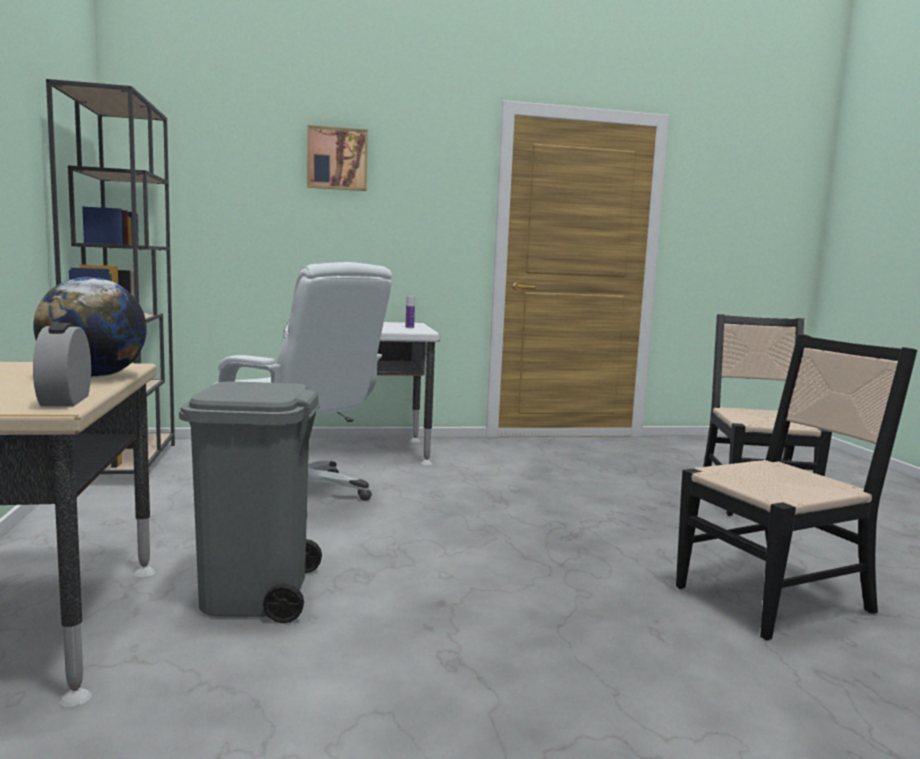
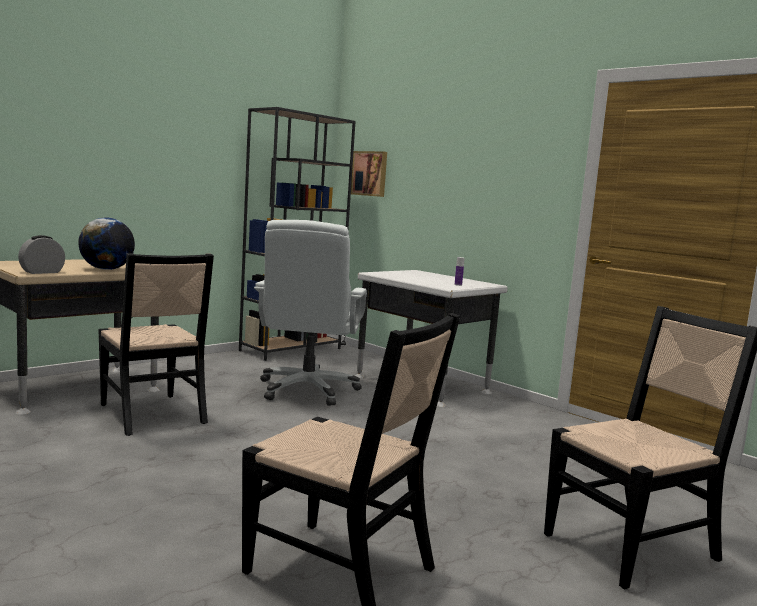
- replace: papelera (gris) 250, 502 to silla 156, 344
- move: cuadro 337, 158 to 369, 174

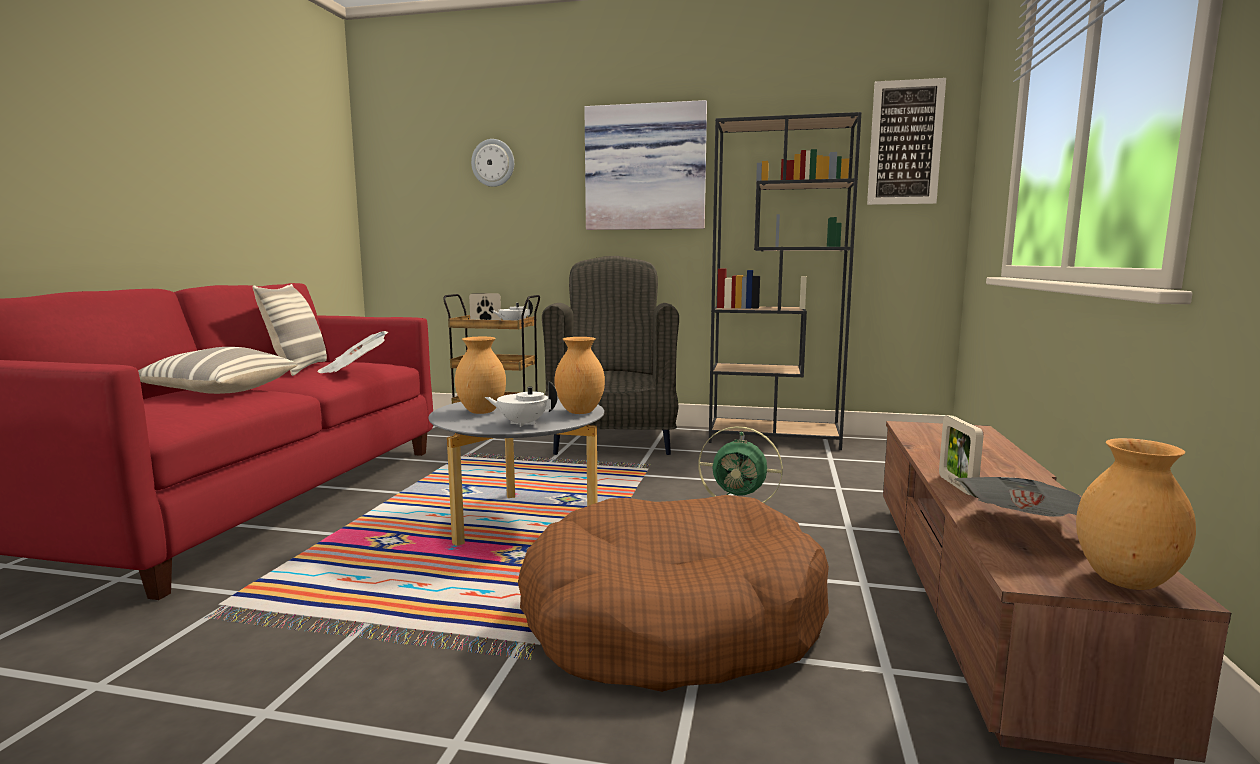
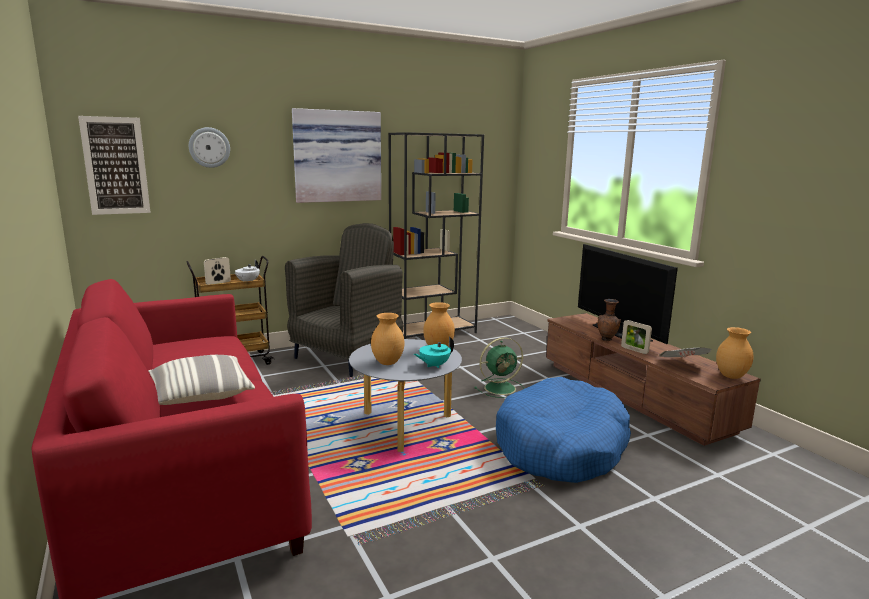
- move: cuadro 906, 141 to 114, 165
- rotate: sillón (gris) 610, 355 = 344, 300 75 degrees clockwise
- recolor: tetera (blanco) 521, 404 to tetera (turquesa) 434, 352
- recolor: cama para perro (marrón) 673, 593 to cama para perro (azul) 563, 430
- insert: televisor 628, 294
- insert: florero (marrón) 609, 320
- delete: cojín 289, 330
- delete: periódico 352, 352

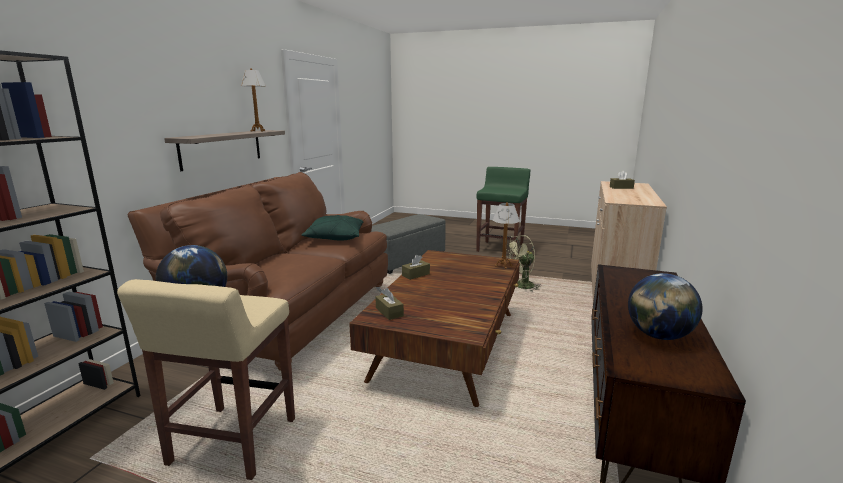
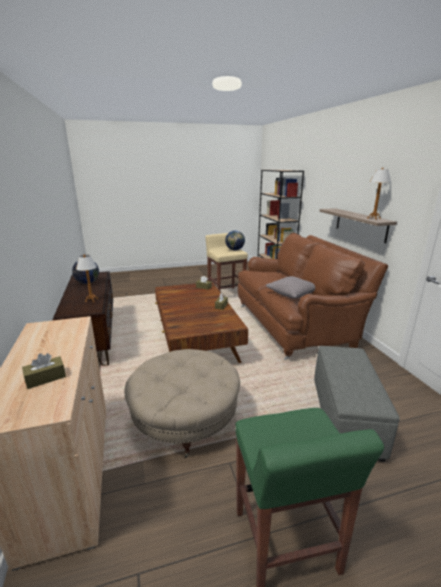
- move: lámpara de mesa 506, 235 to 87, 278
- replace: ventilador (verde) 523, 263 to puf (beis) 182, 403
- recolor: cojín (verde) 332, 228 to cojín (gris) 290, 287

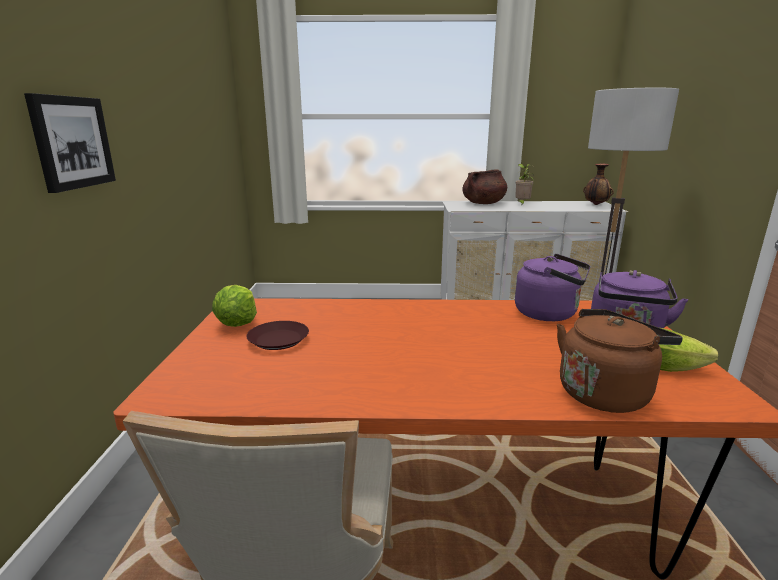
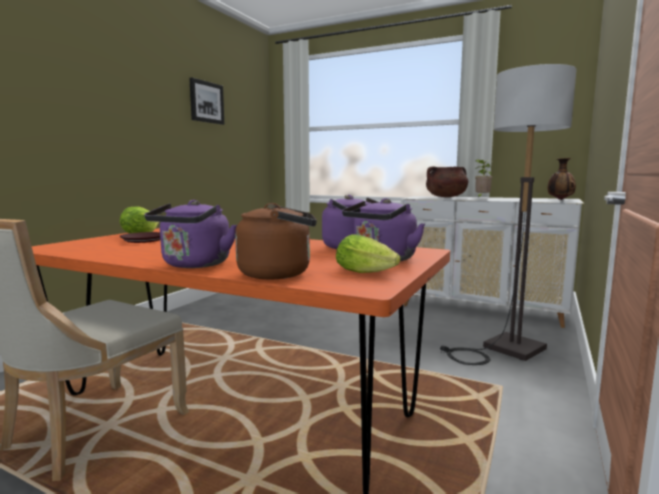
- insert: hervidor (morado) 190, 234
- move: cuadro 70, 143 to 206, 101

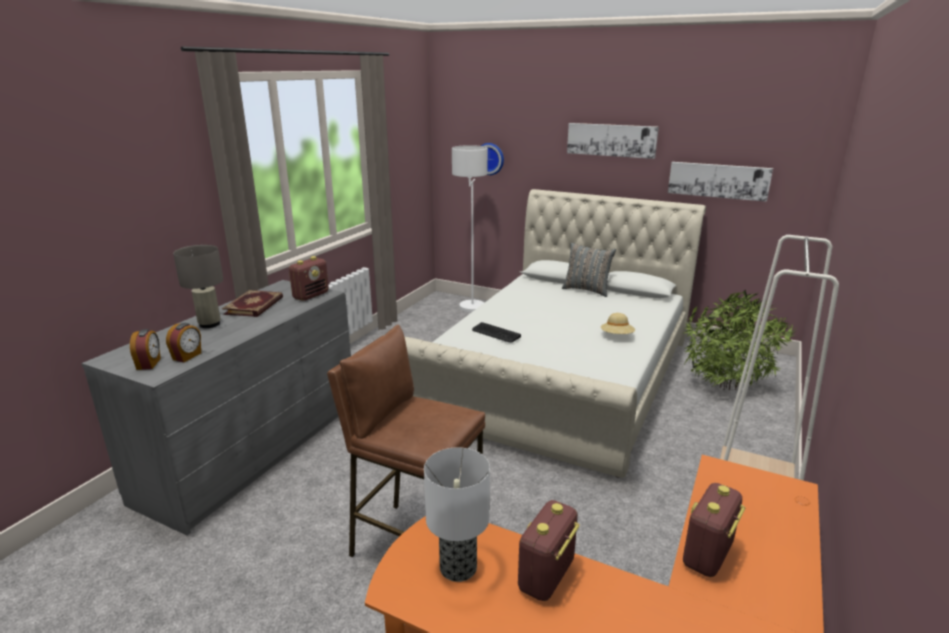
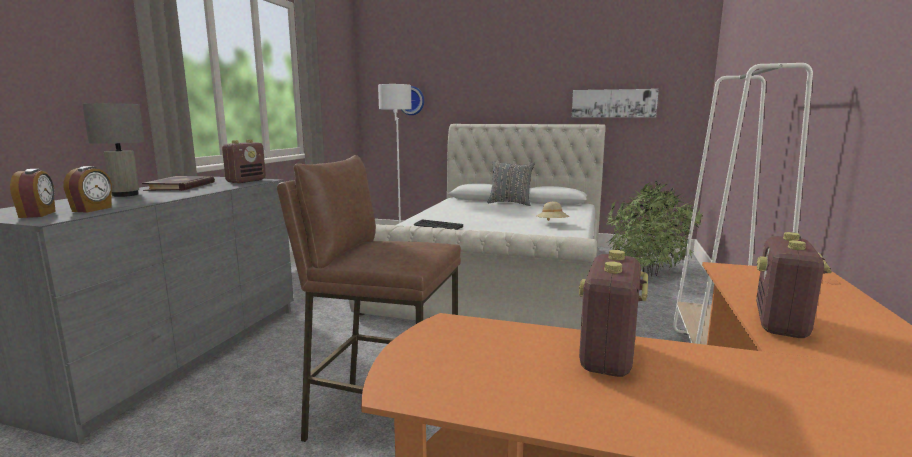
- delete: lámpara de mesa 457, 514
- delete: cuadro 613, 141

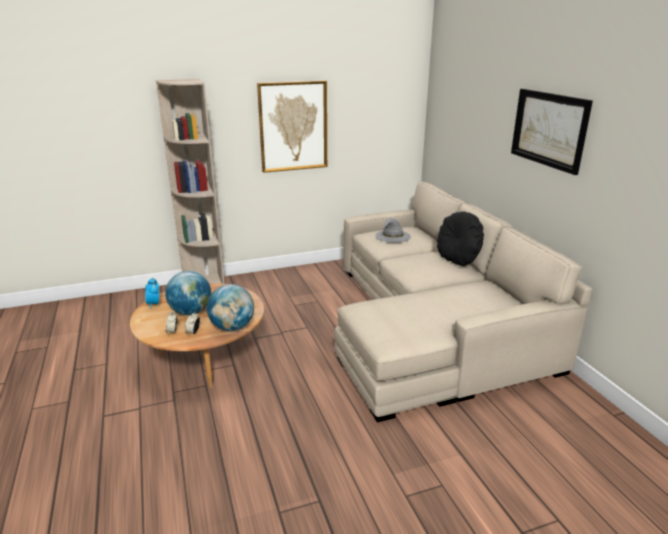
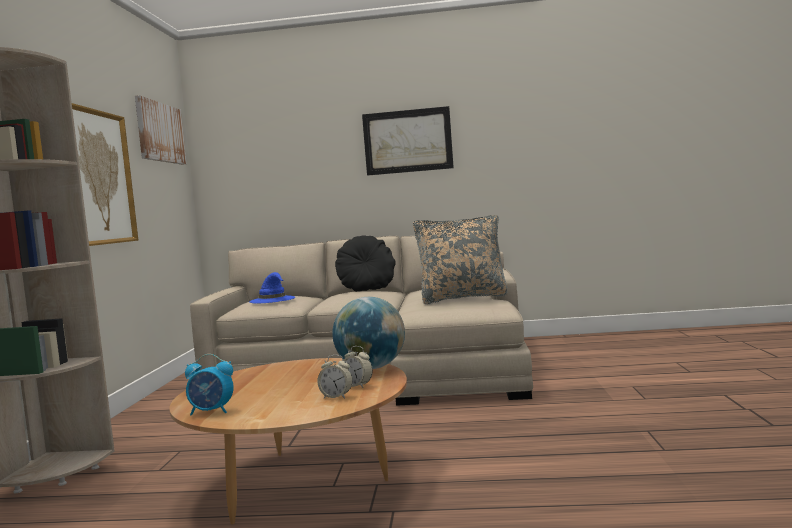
- insert: cuadro 161, 130
- recolor: sombrero (gris) 393, 230 to sombrero (azul) 272, 288
- insert: cojín (gris) 460, 260
- delete: globo terráqueo 188, 293

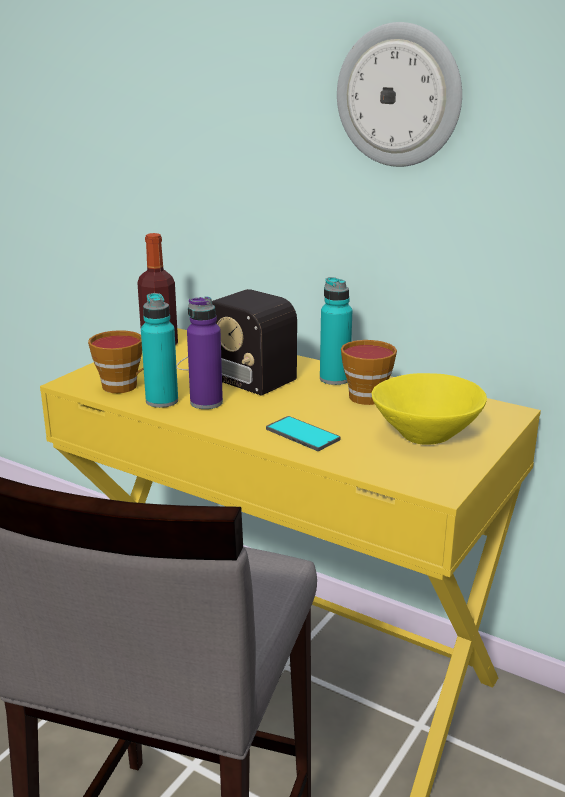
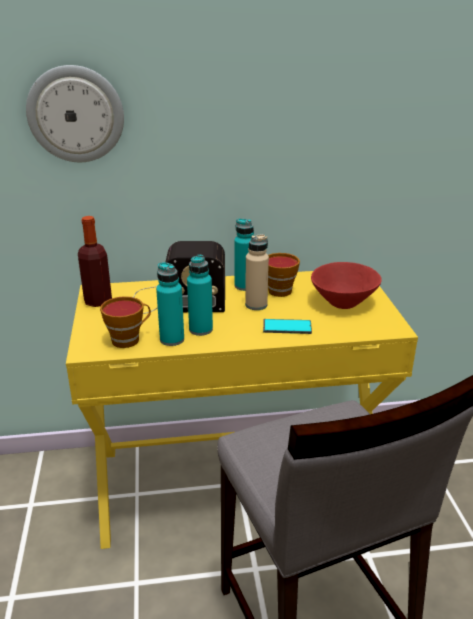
- move: reloj de pared 399, 94 to 75, 113
- recolor: botella (morado) 205, 352 to botella (turquesa) 200, 295
- insert: botella (beis) 257, 272
- recolor: cuenco (amarillo) 429, 409 to cuenco (rojo) 346, 285

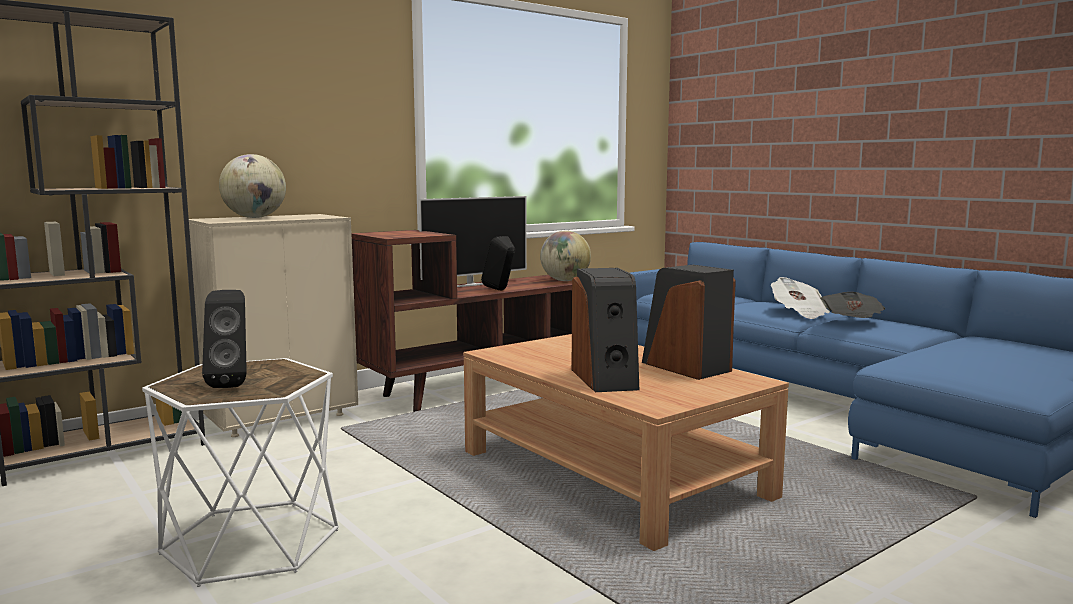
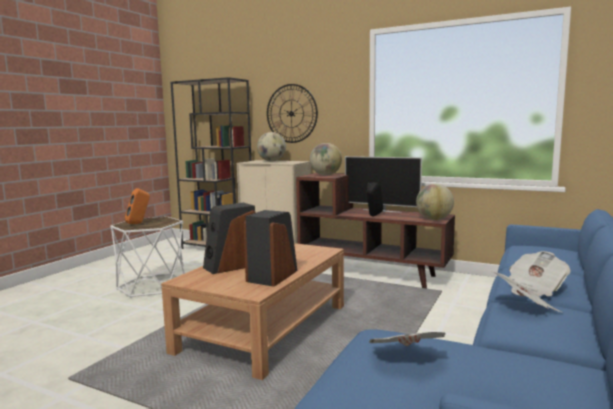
- recolor: altavoz (negro) 224, 339 to altavoz (naranja) 137, 206
- insert: reloj de pared 292, 113
- insert: globo terráqueo 326, 159
- insert: periódico 407, 339

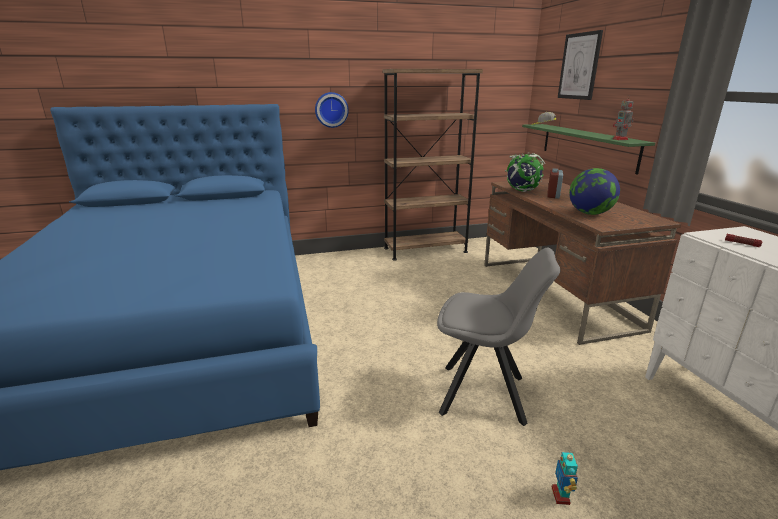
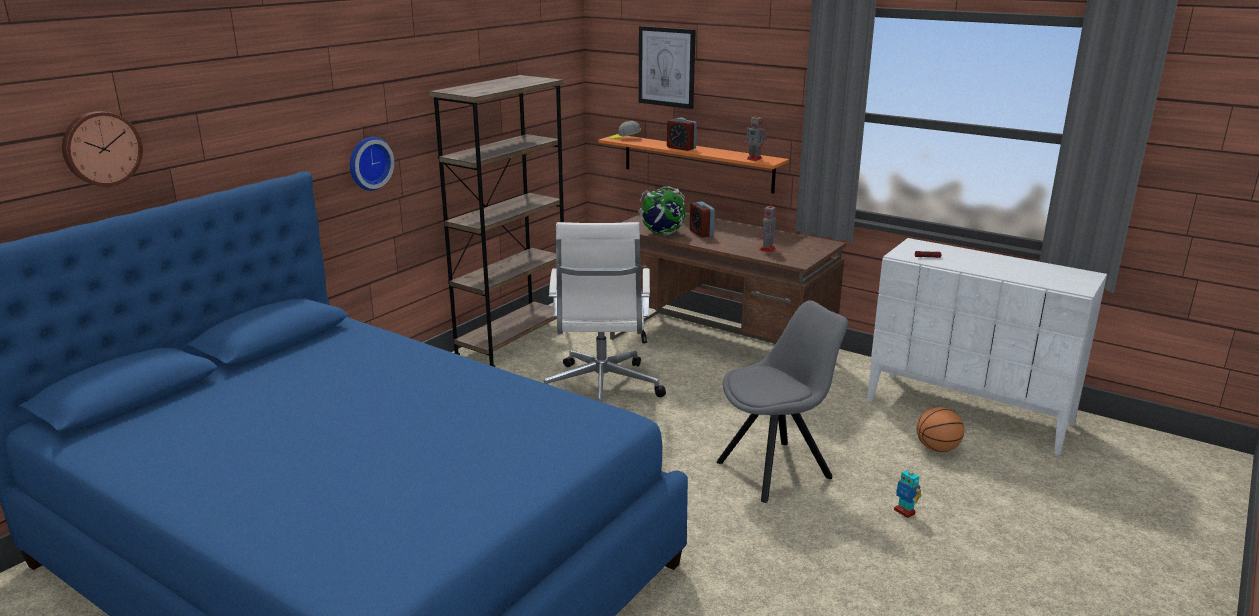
- insert: reloj de pared 102, 148
- insert: silla de oficina (blanco) 605, 312
- recolor: estante (verde) 588, 149 to estante (naranja) 693, 165
- insert: despertador 682, 134
- replace: globo terráqueo 594, 191 to robot de juguete 767, 226
- insert: balón de baloncesto 940, 429

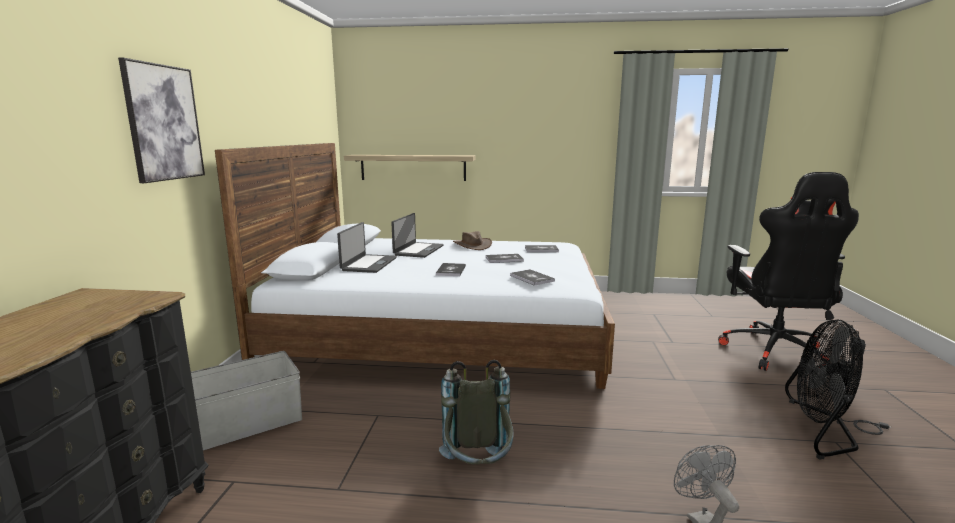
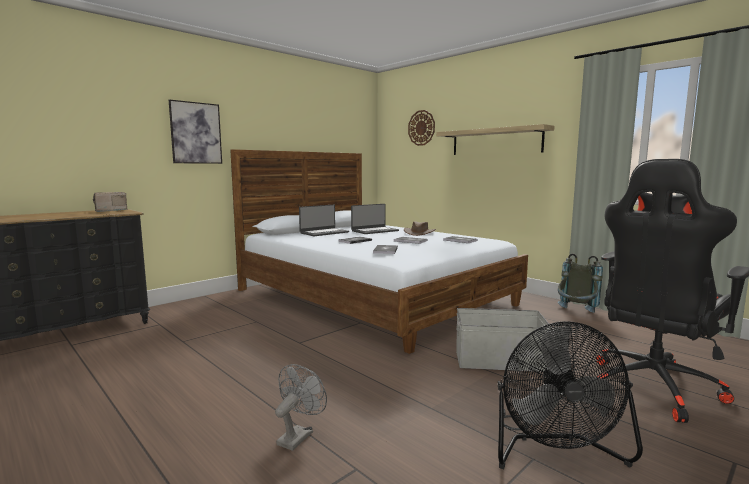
- insert: radio 110, 202
- insert: reloj de pared 421, 128
- move: estante 409, 168 to 495, 139
- move: caja de almacenaje (gris) 246, 400 to 503, 340
- rotate: ventilador (negro) 838, 390 = 570, 395 150 degrees counterclockwise
- move: mochila (gris) 476, 412 to 580, 283

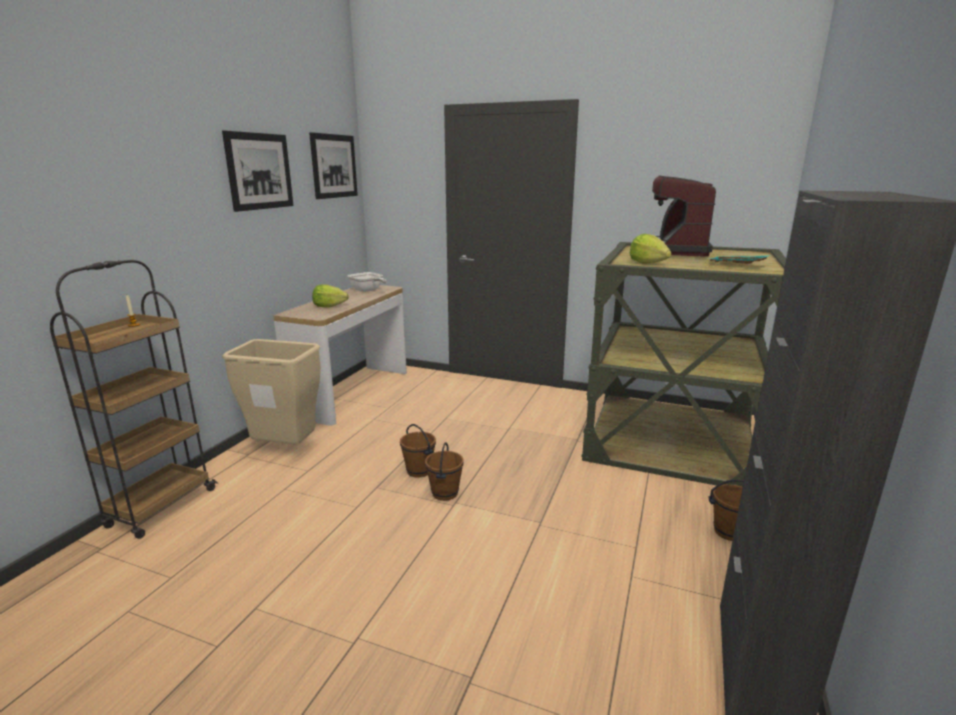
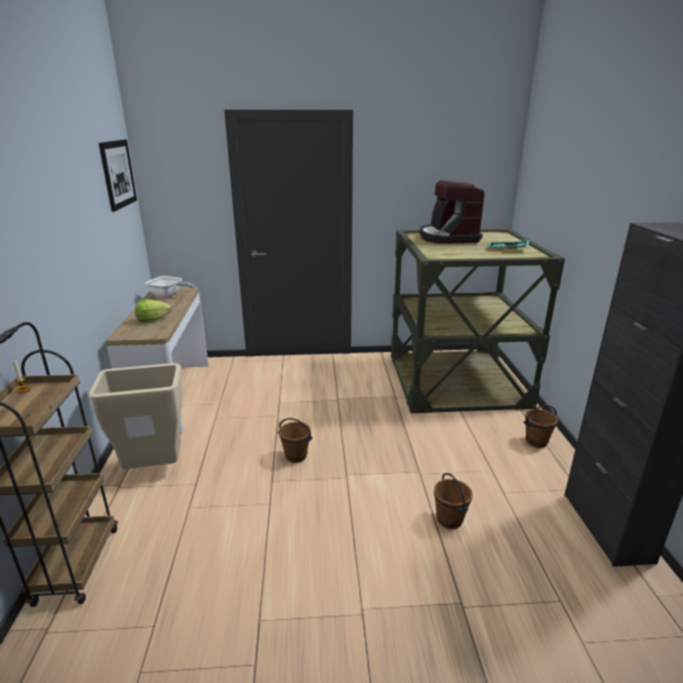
- move: cubo (marrón) 444, 471 to 453, 501
- delete: cuadro 258, 171
- delete: lechuga 651, 249

